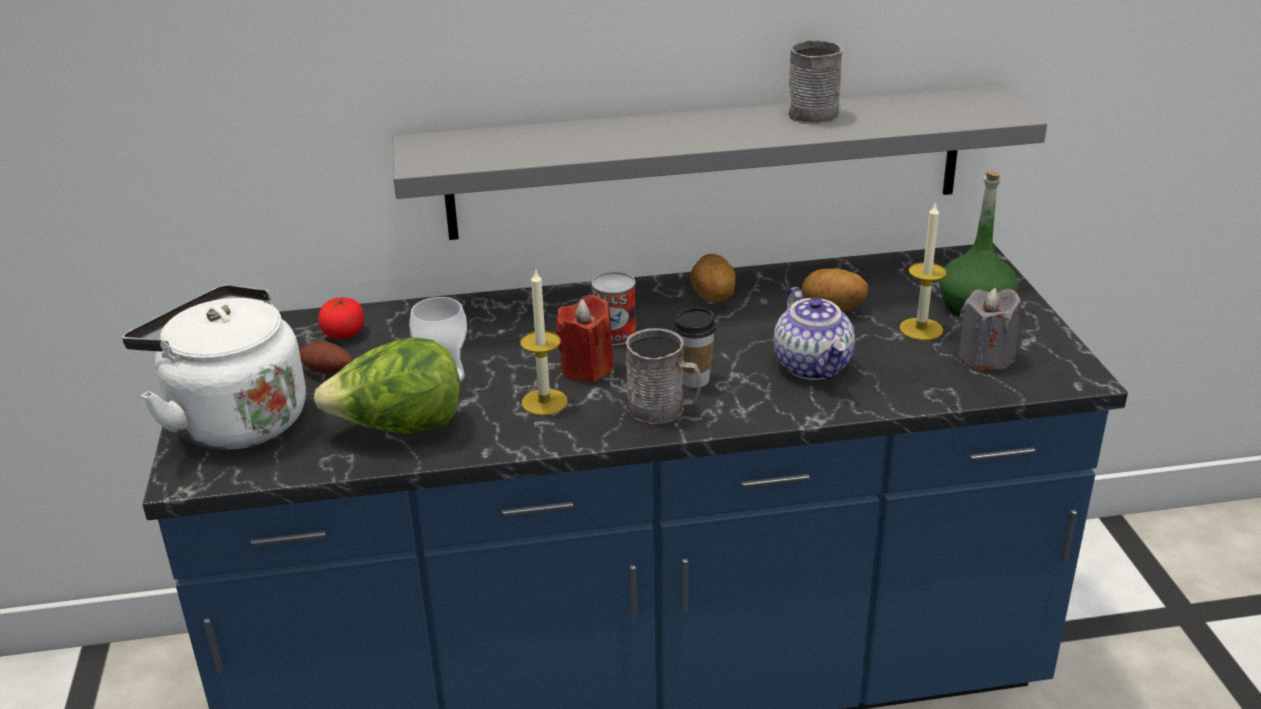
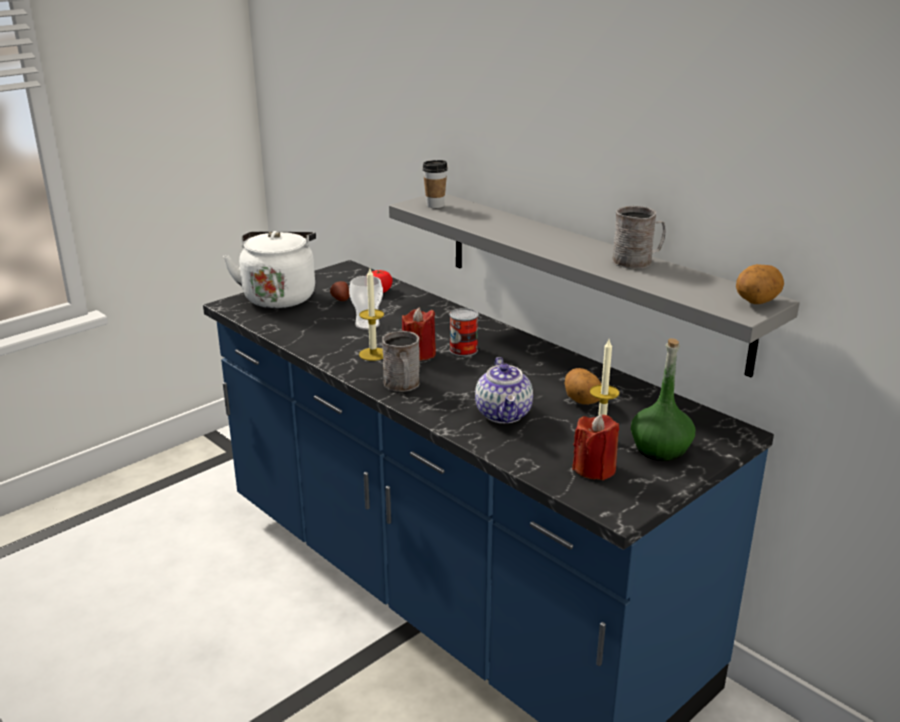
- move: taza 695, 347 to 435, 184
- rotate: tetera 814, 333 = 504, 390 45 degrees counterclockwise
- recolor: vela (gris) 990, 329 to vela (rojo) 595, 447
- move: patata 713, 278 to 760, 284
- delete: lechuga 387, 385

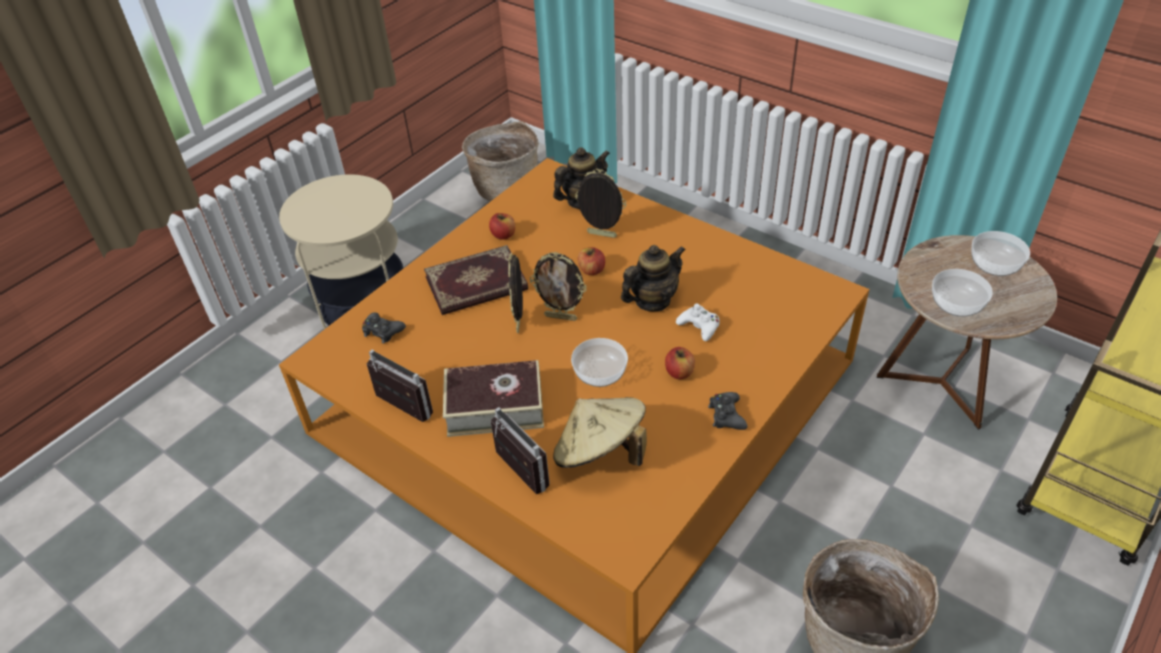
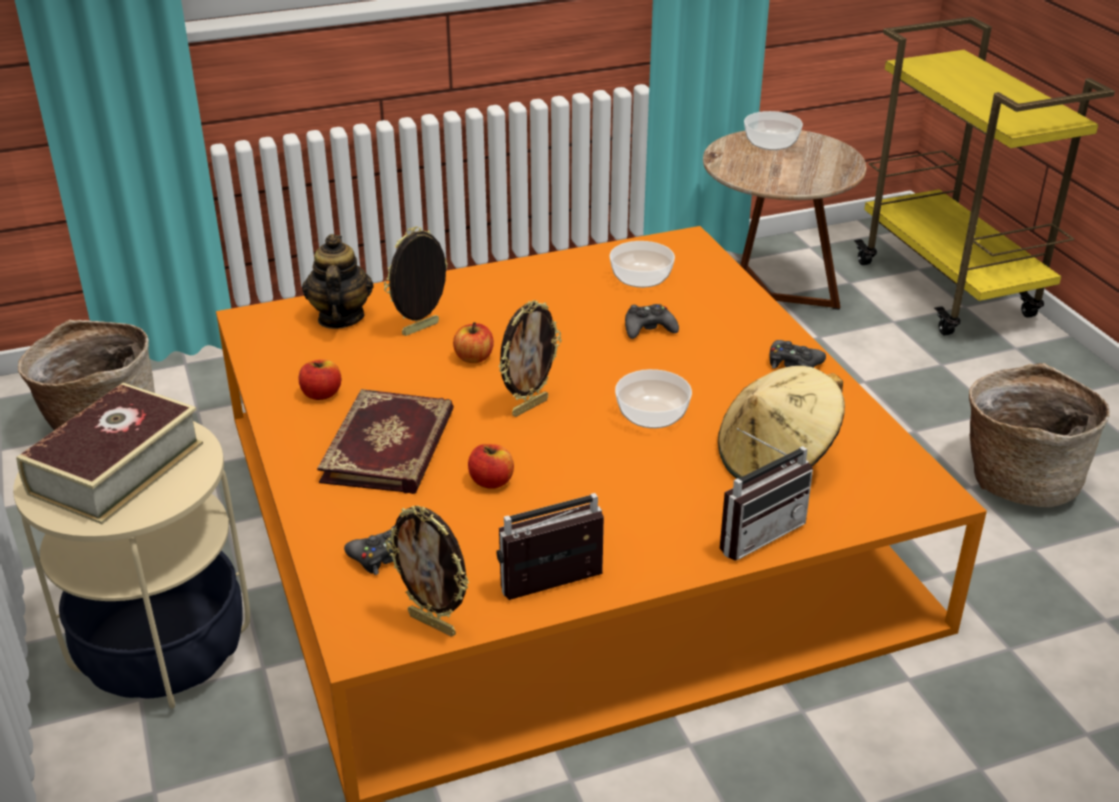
- move: libro 493, 398 to 109, 453
- move: portarretratos 515, 293 to 427, 571
- move: manzana 680, 363 to 491, 466
- move: cuenco 962, 293 to 642, 264
- recolor: mando de consola (blanco) 698, 322 to mando de consola (negro) 652, 321
- rotate: radio 520, 450 = 766, 494 150 degrees clockwise
- delete: tetera 653, 278

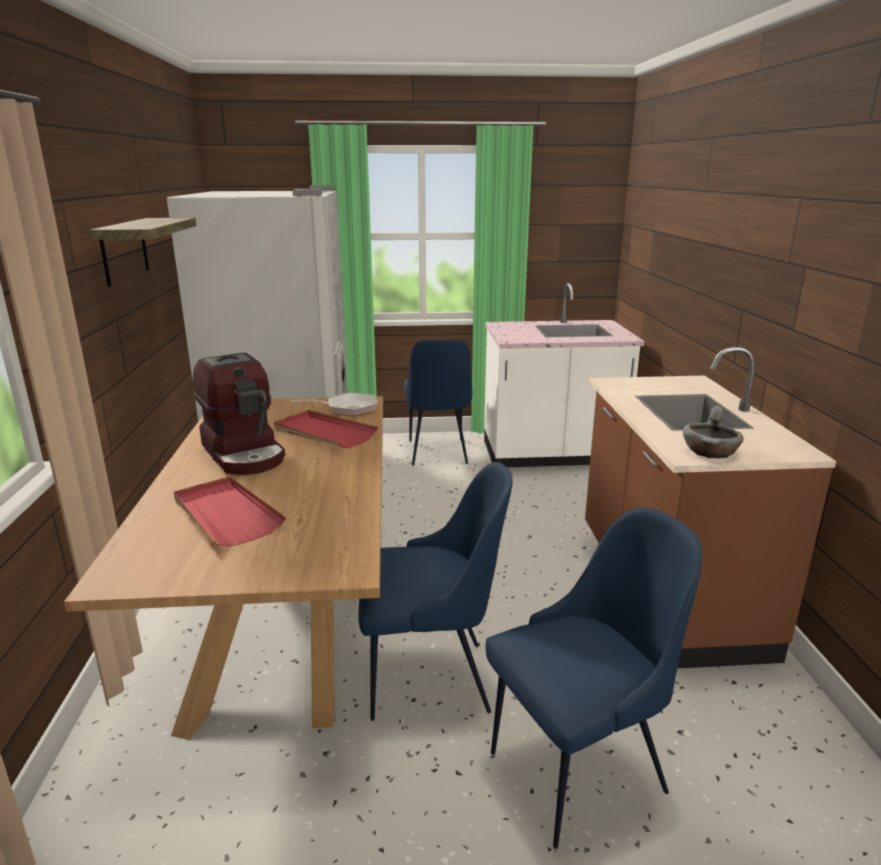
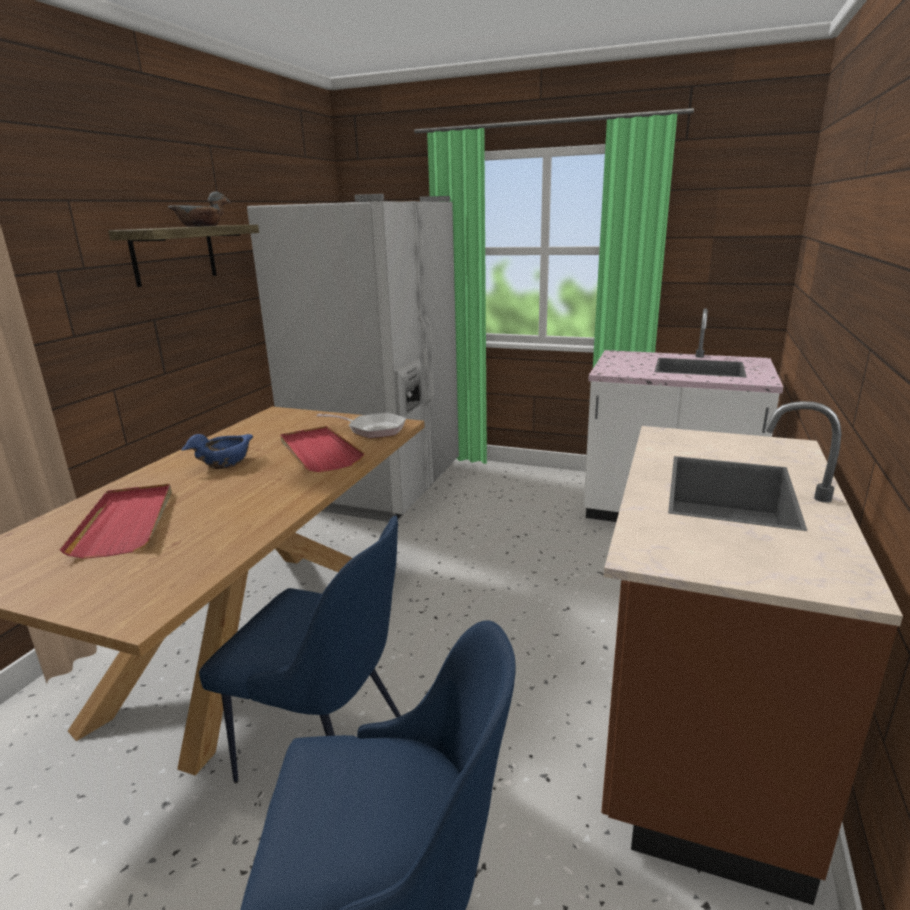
- move: cuenco (gris) 713, 432 to 200, 209
- replace: cafetera 239, 413 to cuenco (azul) 217, 451
- delete: silla (azul) 438, 402

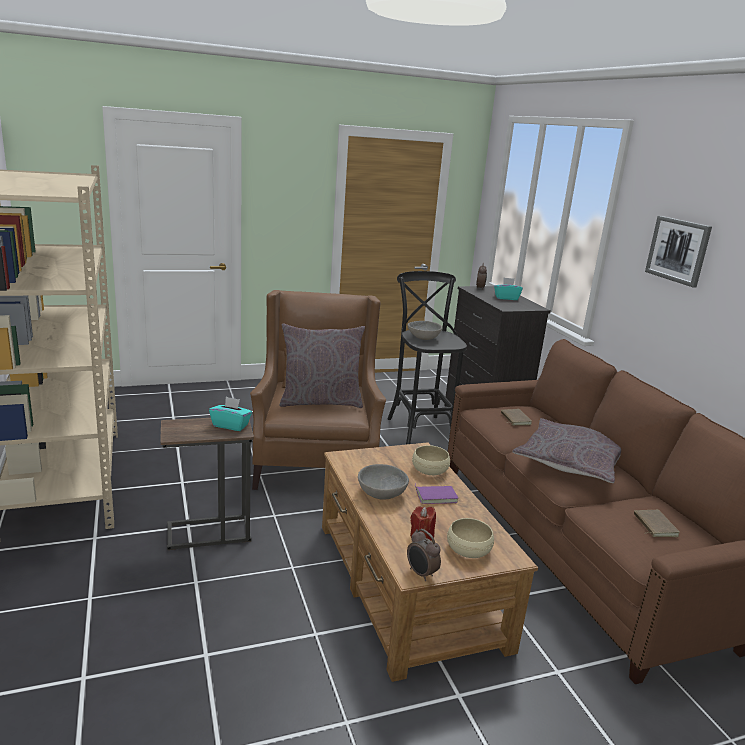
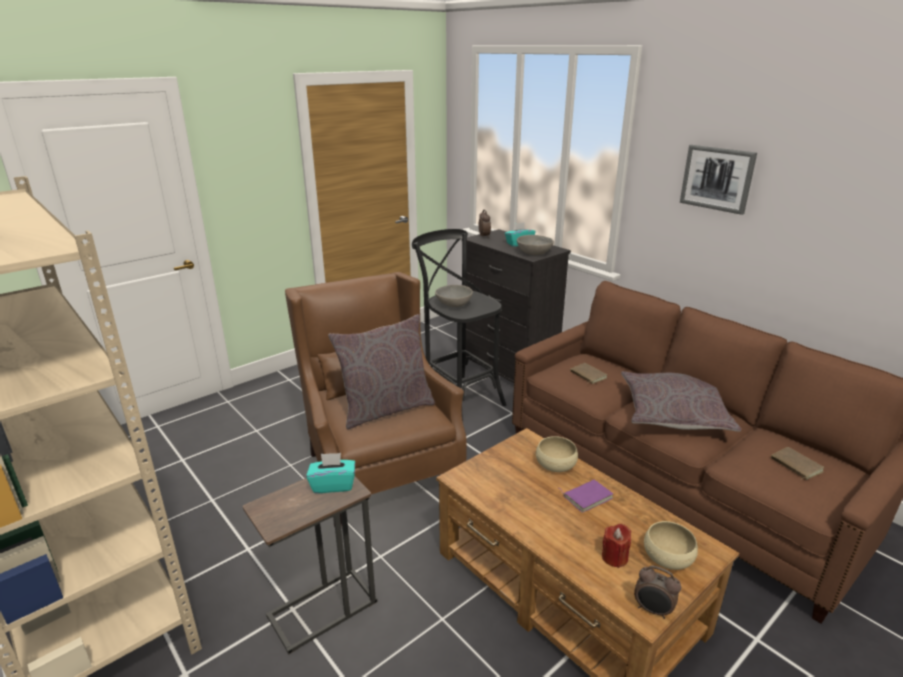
- move: cuenco (gris) 383, 482 to 535, 245

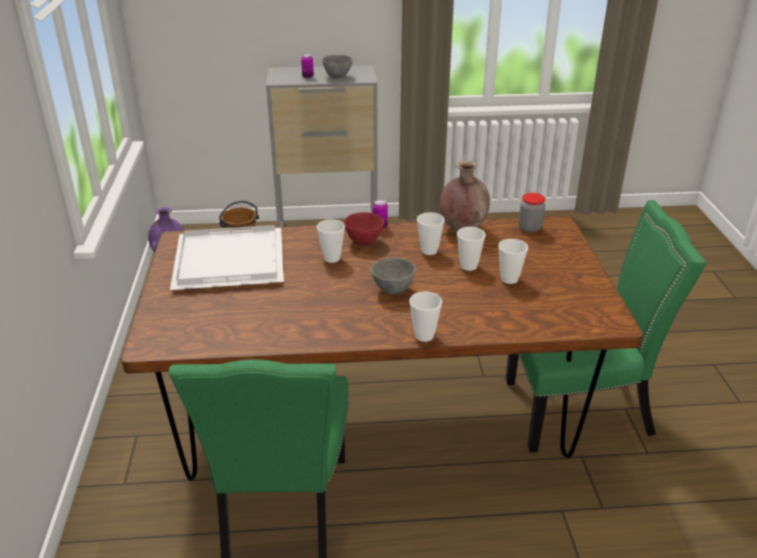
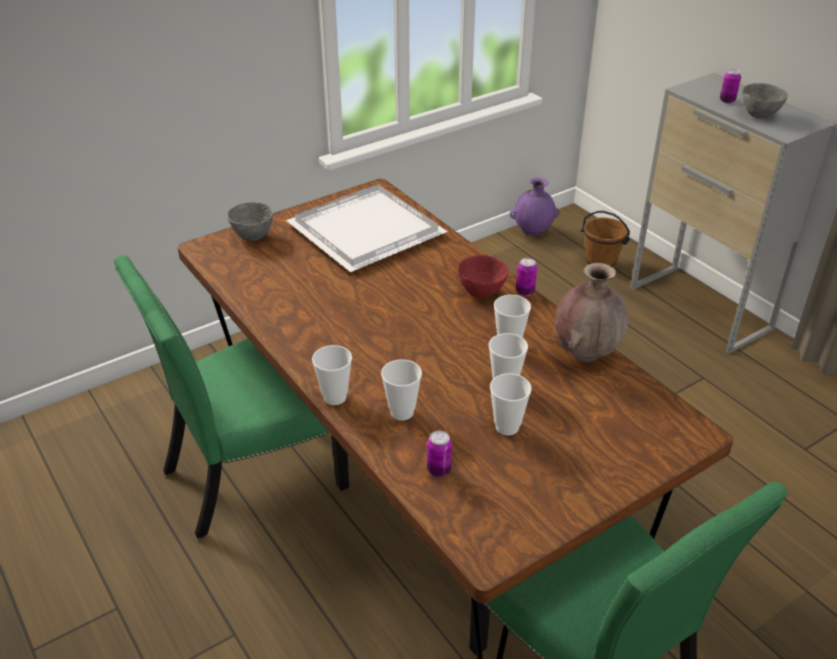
- move: cuenco (gris) 393, 276 to 250, 221
- move: taza 331, 241 to 401, 390
- insert: lata 439, 454
- delete: tarro 532, 213

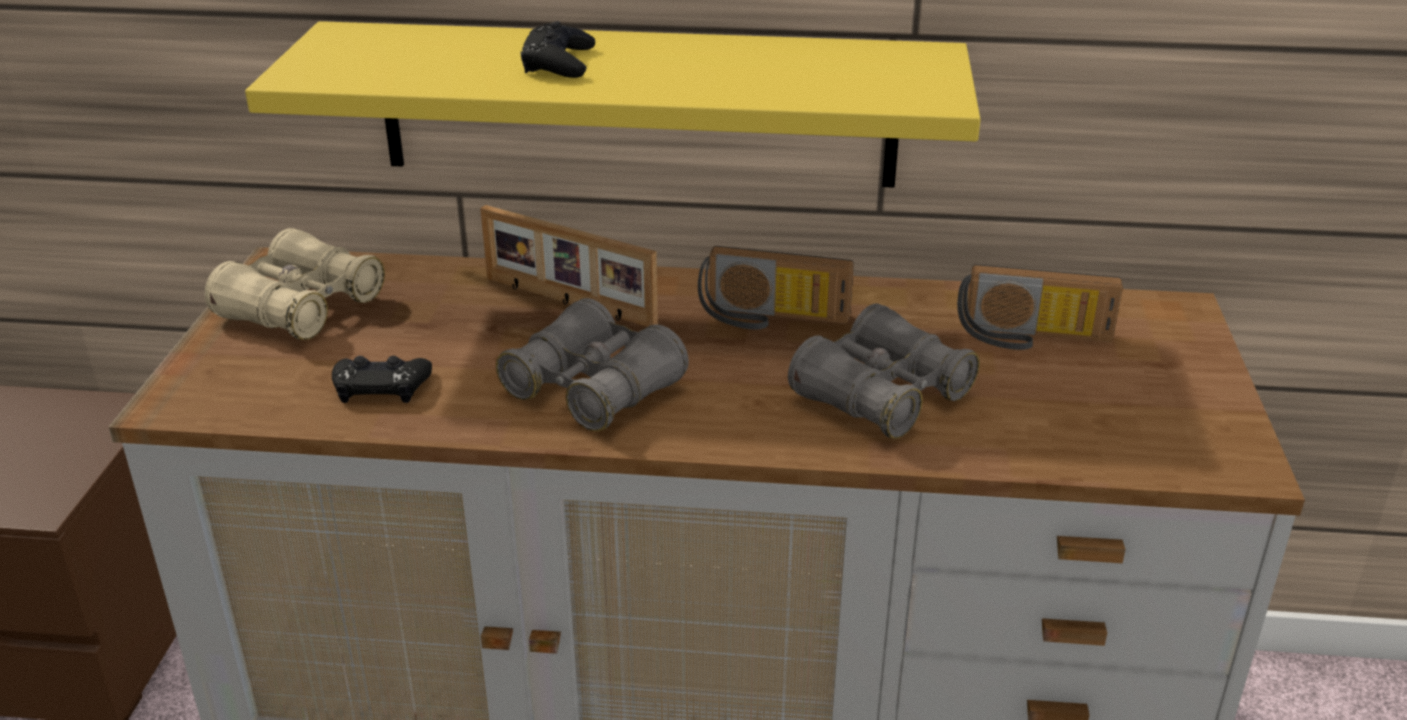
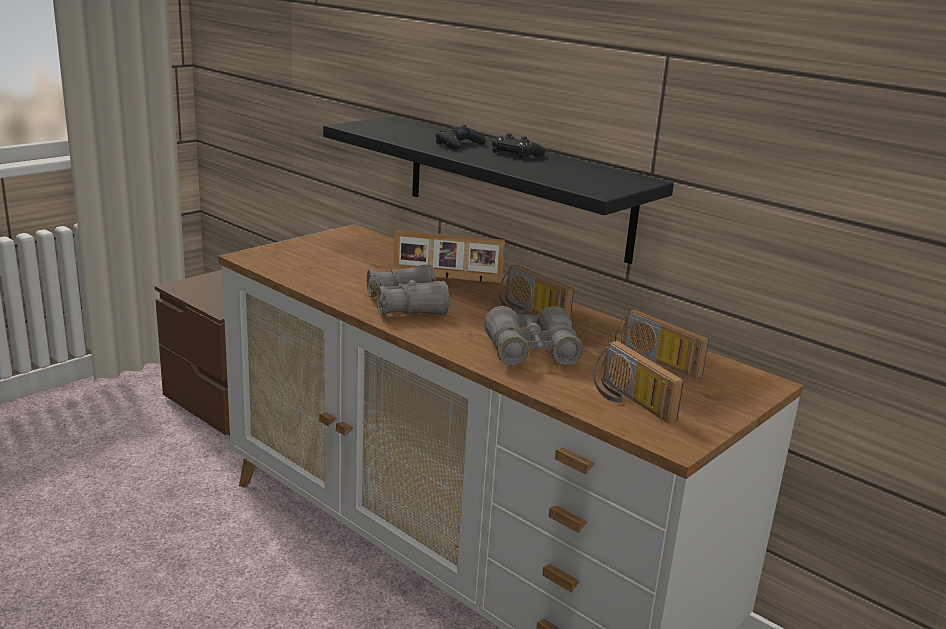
- recolor: estante (amarillo) 613, 104 to estante (negro) 498, 190
- rotate: portarretratos 569, 266 = 449, 256 60 degrees counterclockwise
- move: mando de consola (negro) 382, 379 to 518, 146
- insert: radio 639, 382
- delete: prismáticos (beis) 295, 284

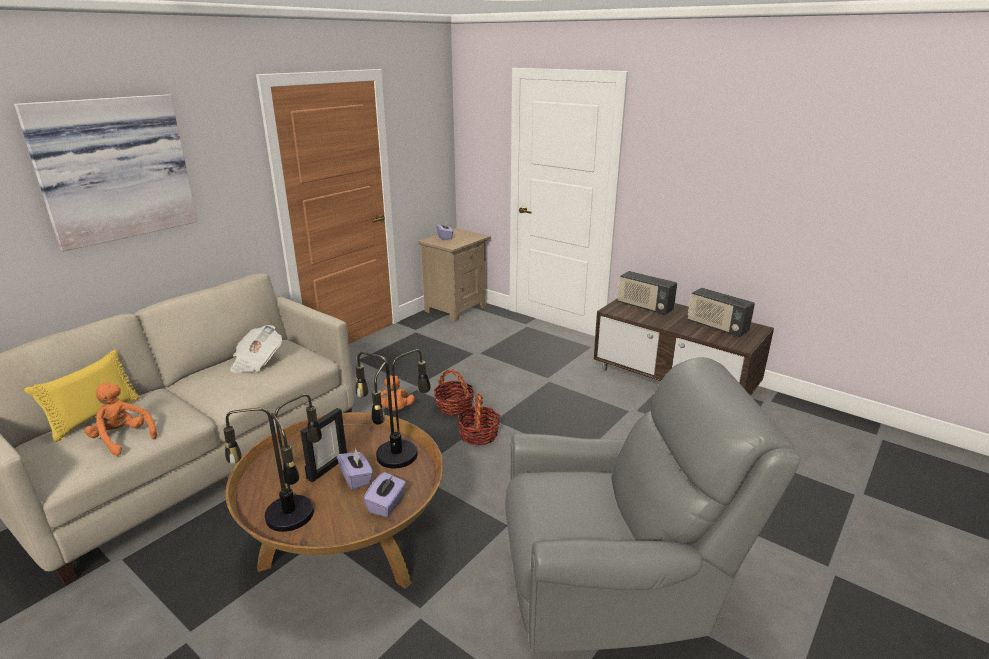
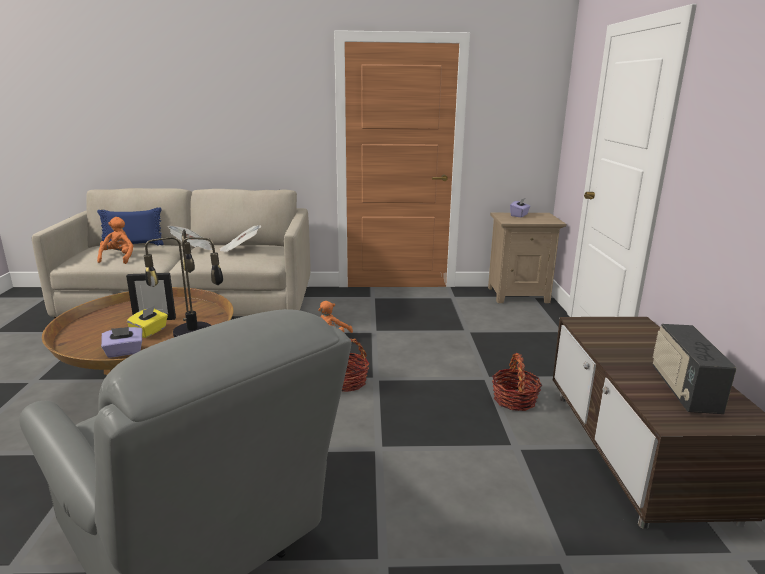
- recolor: cojín (amarillo) 82, 396 to cojín (azul) 130, 226
- recolor: caja de pañuelos (morado) 355, 469 to caja de pañuelos (amarillo) 147, 322
- insert: periódico 189, 238
- move: cesta 454, 392 to 517, 382
- delete: cuadro 106, 172
- delete: lámpara de mesa 272, 463
- delete: radio 647, 293

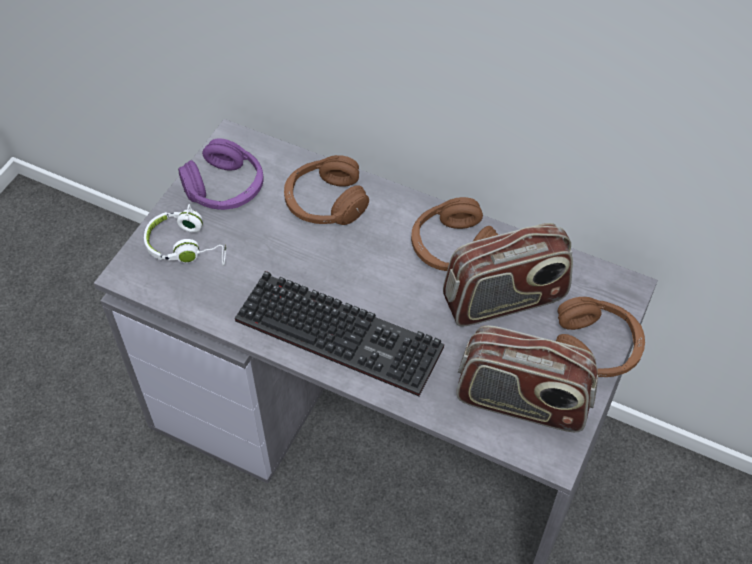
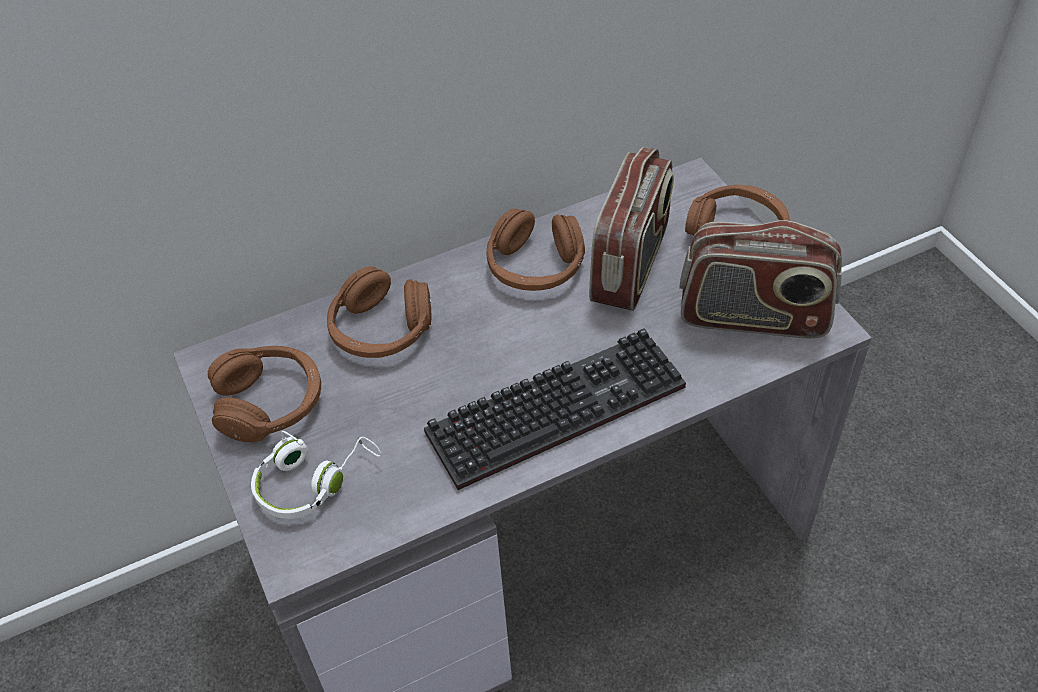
- recolor: auriculares (morado) 220, 174 to auriculares (marrón) 264, 394
- rotate: radio 527, 378 = 760, 279 45 degrees clockwise

